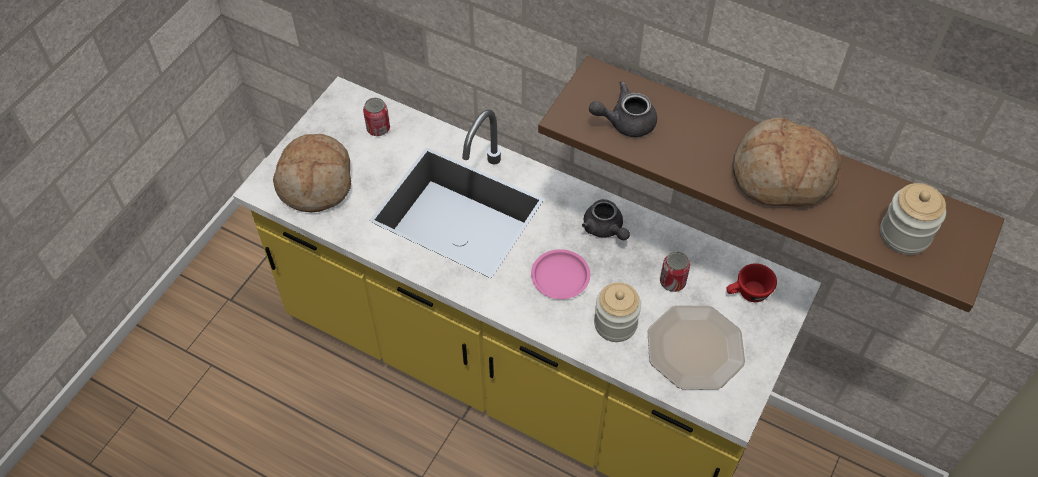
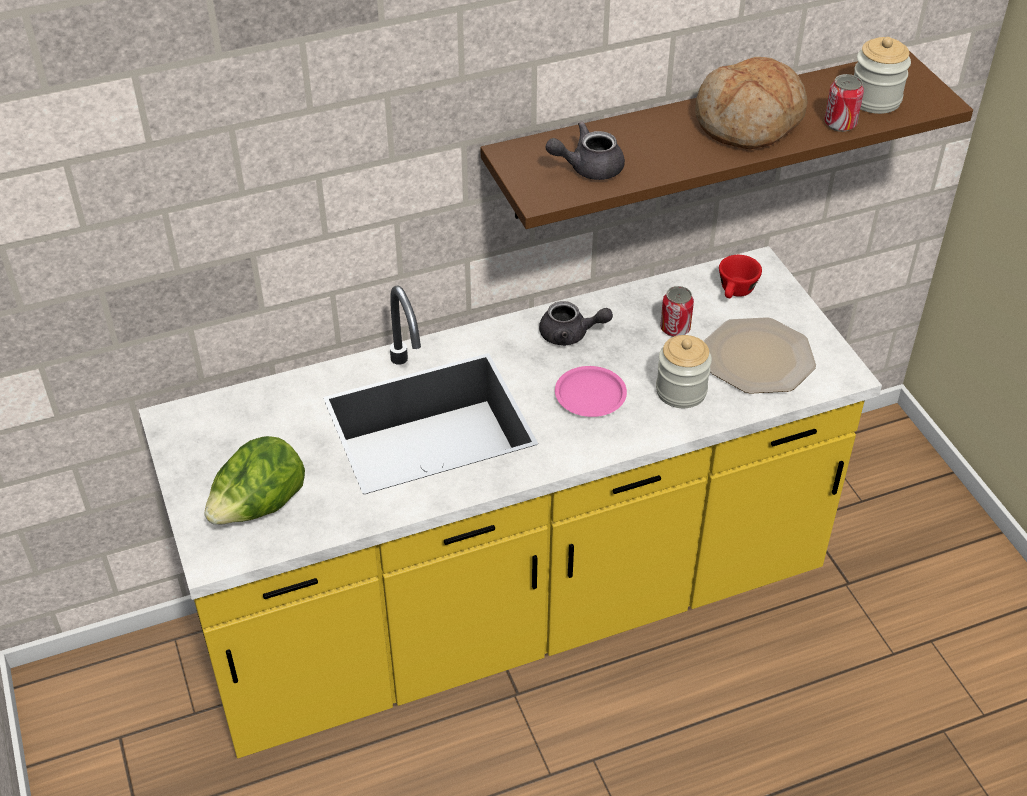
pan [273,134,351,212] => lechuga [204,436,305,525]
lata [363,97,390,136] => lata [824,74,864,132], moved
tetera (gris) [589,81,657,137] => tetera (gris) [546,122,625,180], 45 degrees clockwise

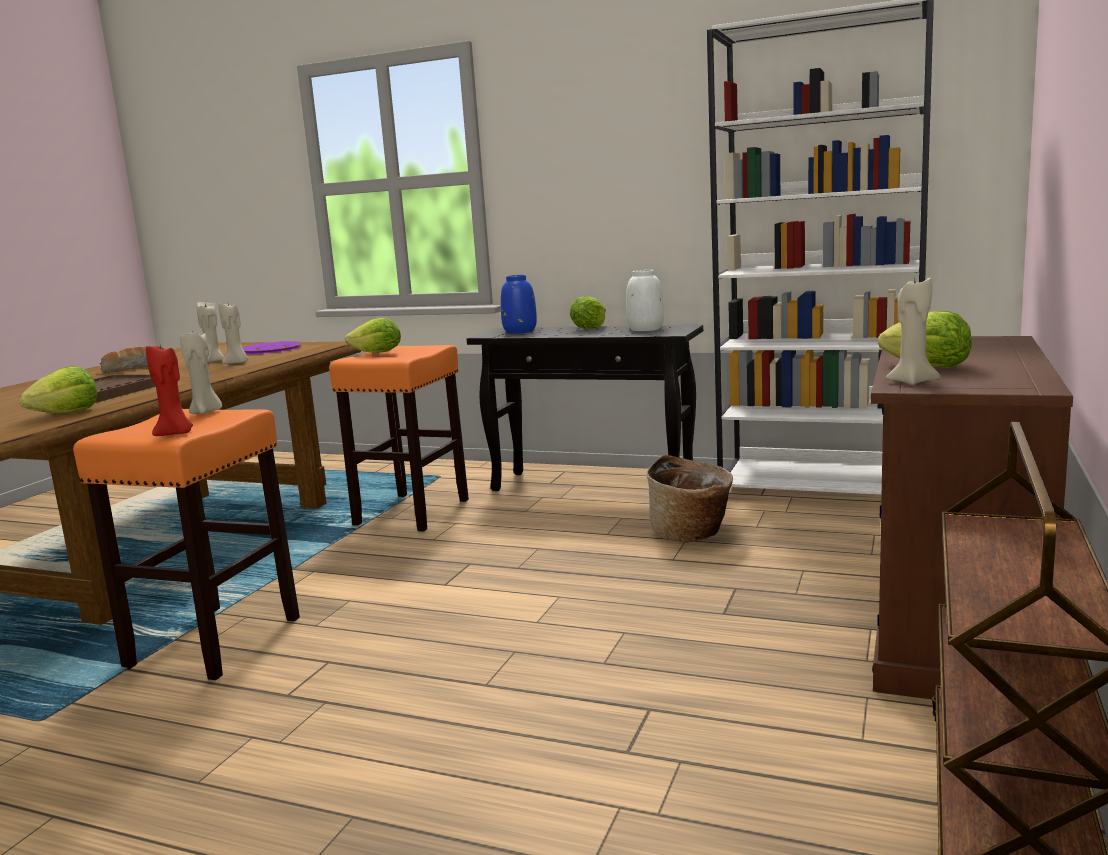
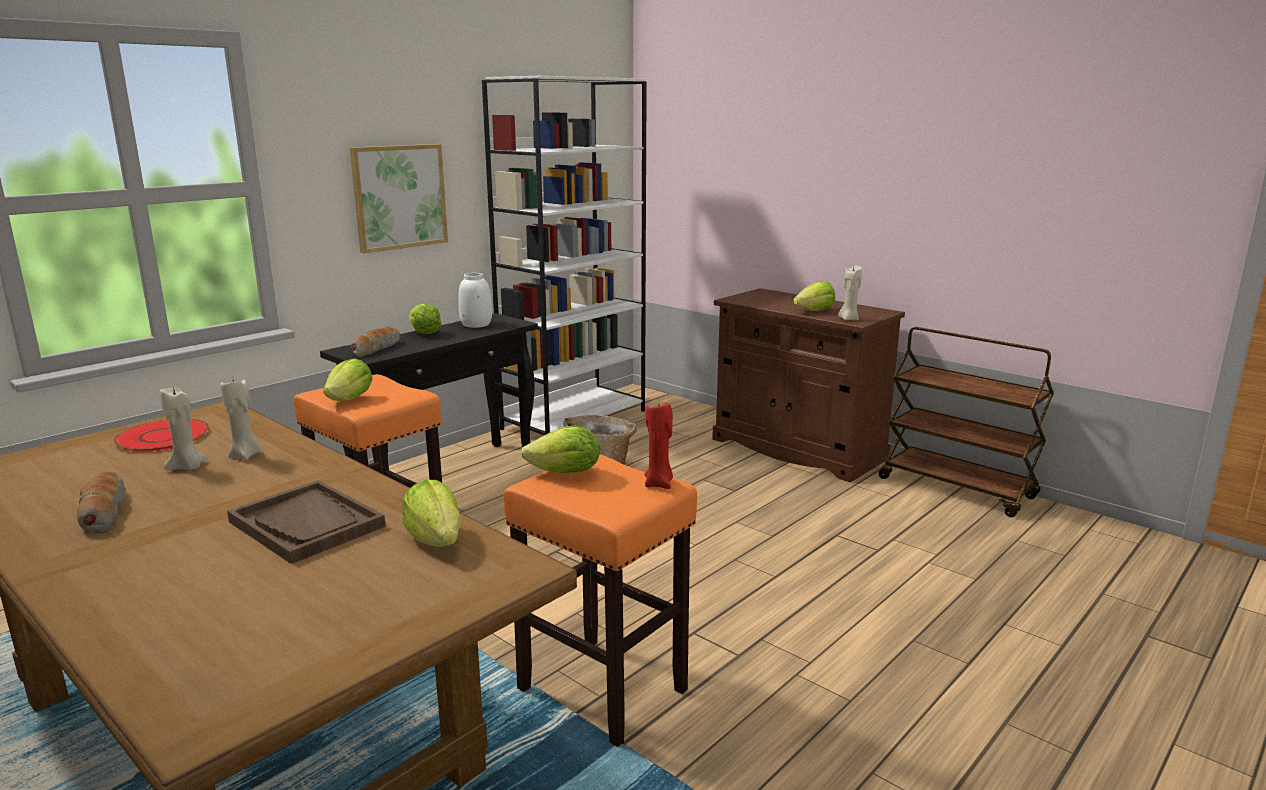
vela (beis) [180,332,222,414] => lechuga [521,426,600,474]
plato (morado) [242,341,302,354] => plato (rojo) [114,419,209,452]
florero (azul) [500,275,537,334] => pan [351,327,400,357]
nothing => cuadro [350,144,448,254]

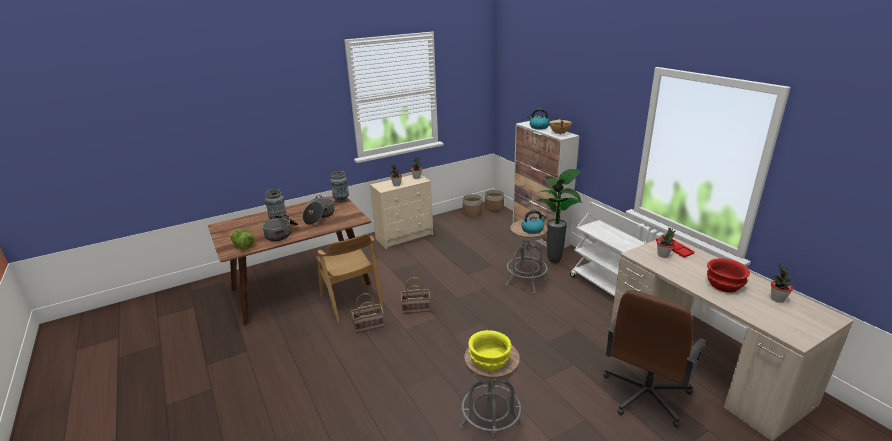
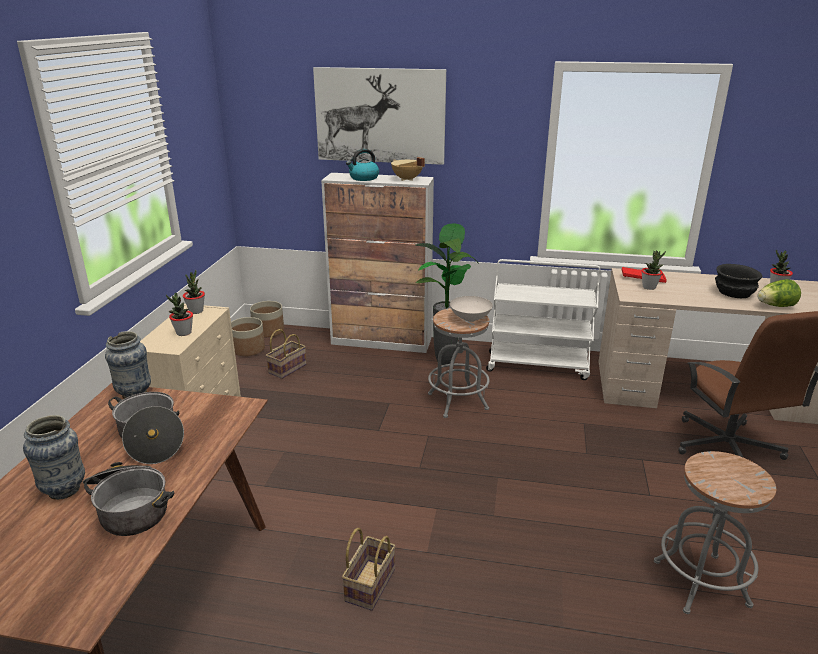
lechuga [231,229,255,250] => lechuga [757,279,801,307], moved
silla (marrón) [316,234,383,323] => nothing
cesta [401,277,430,314] => cesta [266,329,307,379], moved
cuenco (amarillo) [468,330,511,371] => nothing
hervidor [521,210,547,234] => cuenco (blanco) [450,296,493,322]
cuenco (rojo) [707,258,750,293] => cuenco (negro) [715,264,762,298]
nothing => cuadro [313,67,446,165]

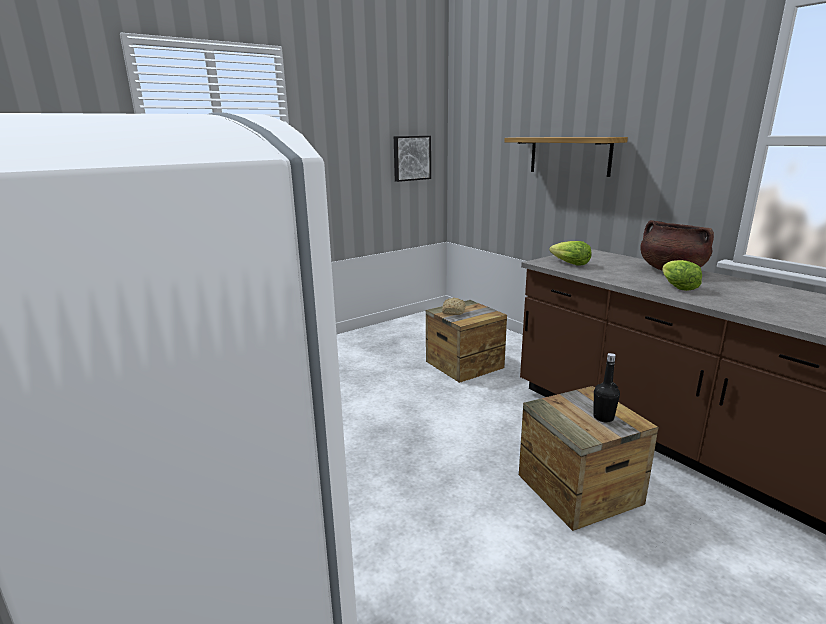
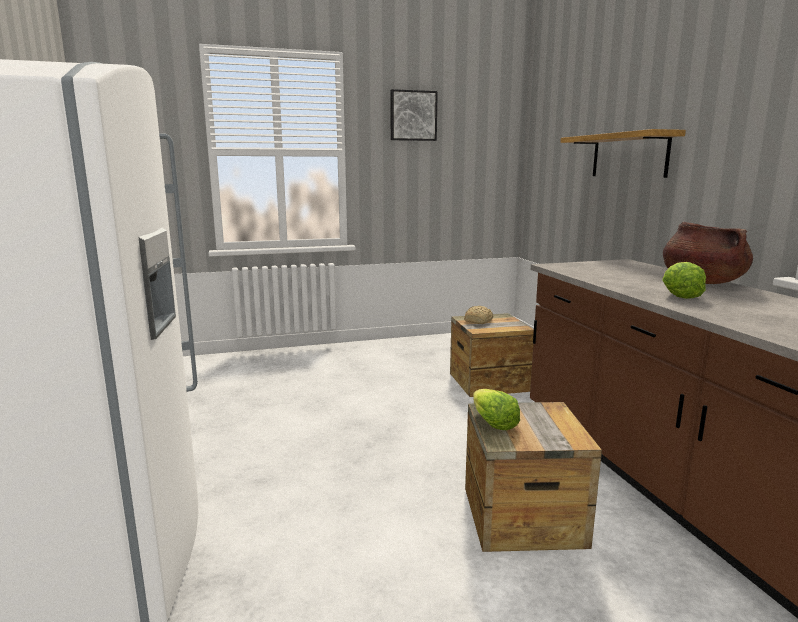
cuadro [394,136,431,182] => cuadro [390,89,438,141], moved
lechuga [549,241,591,266] => lechuga [473,389,520,430], moved
botella (negro) [593,353,620,422] => nothing

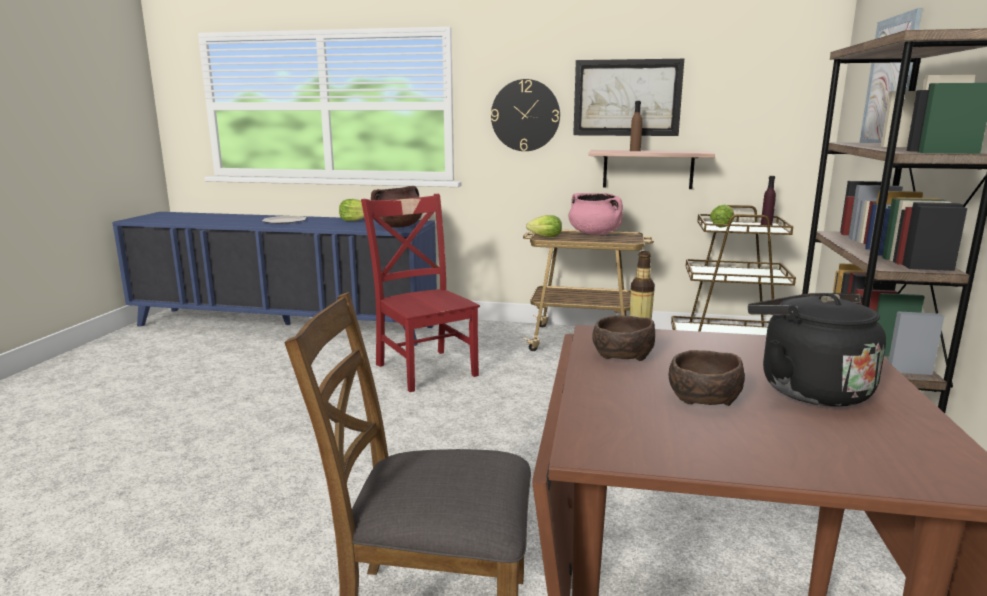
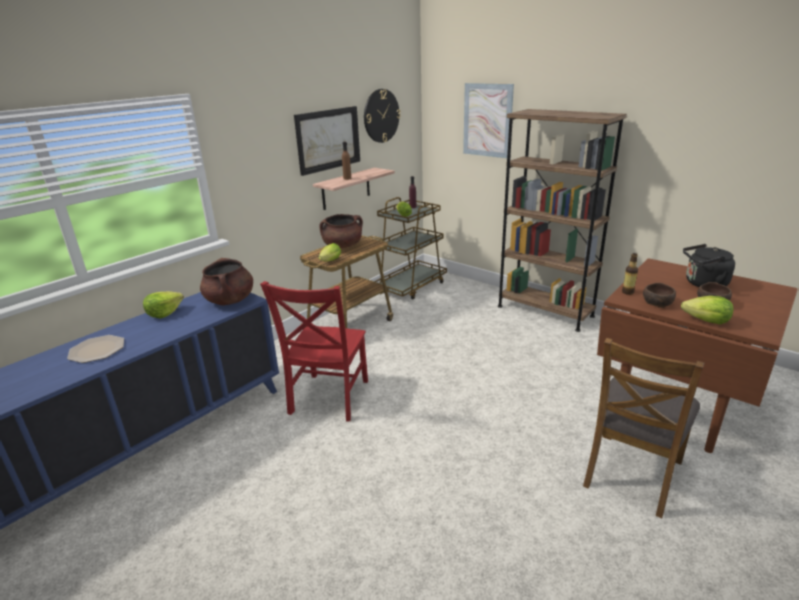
silla (rojo) [361,194,480,392] => silla (rojo) [260,281,368,422], 75 degrees counterclockwise
reloj de pared [491,79,560,151] => reloj de pared [364,89,401,143], moved
olla (rosa) [569,193,623,235] => olla (marrón) [319,214,363,248]
nothing => lechuga [681,296,733,324]

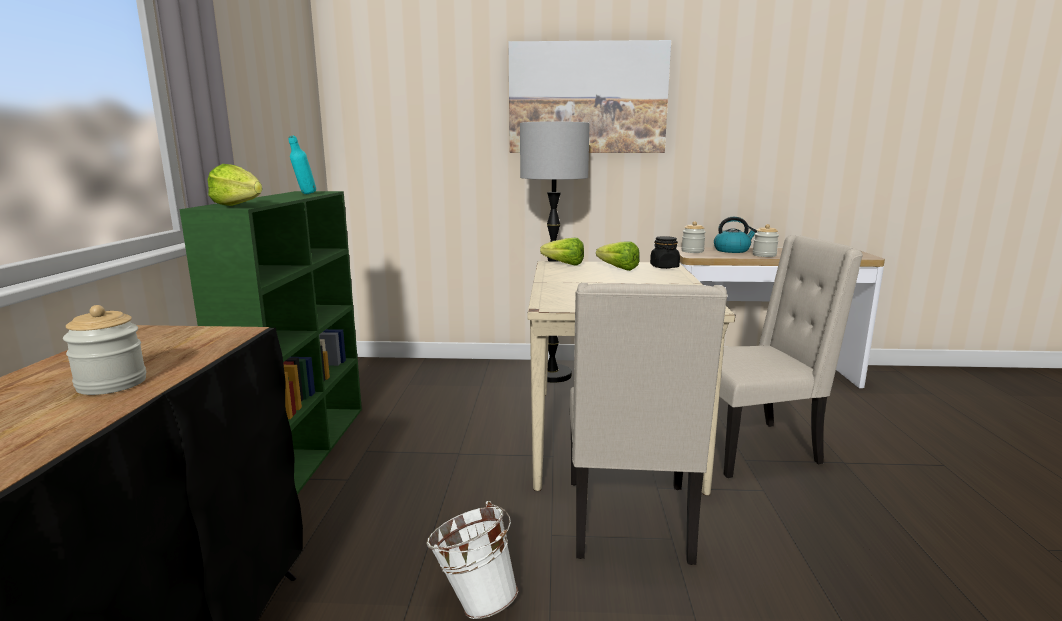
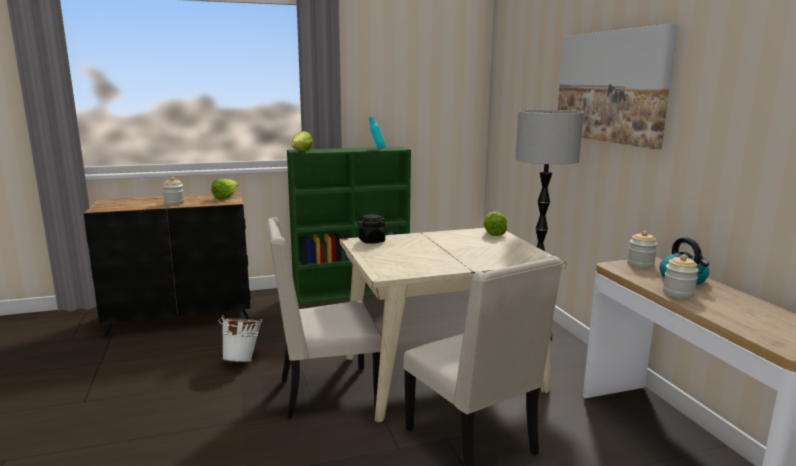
lechuga [596,241,640,271] => lechuga [211,179,238,200], moved
tarro (negro) [650,236,680,269] => tarro (negro) [357,214,386,244], moved

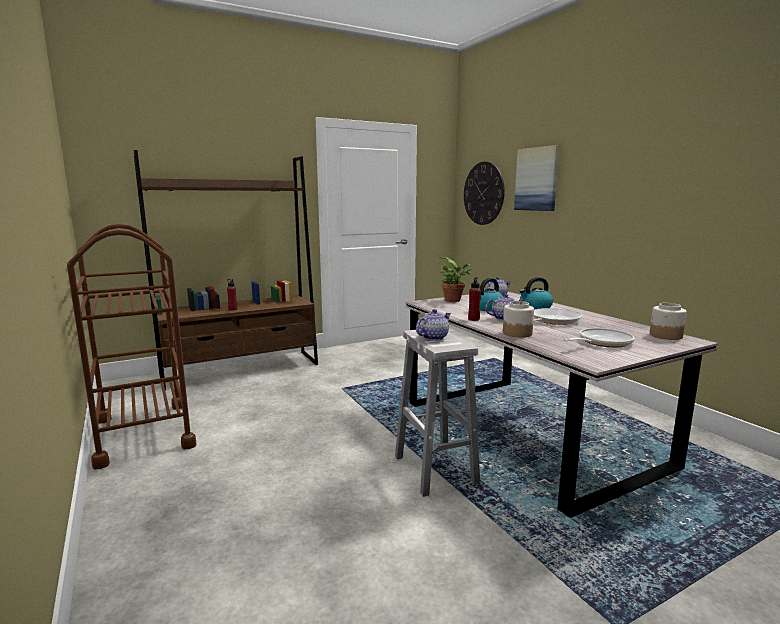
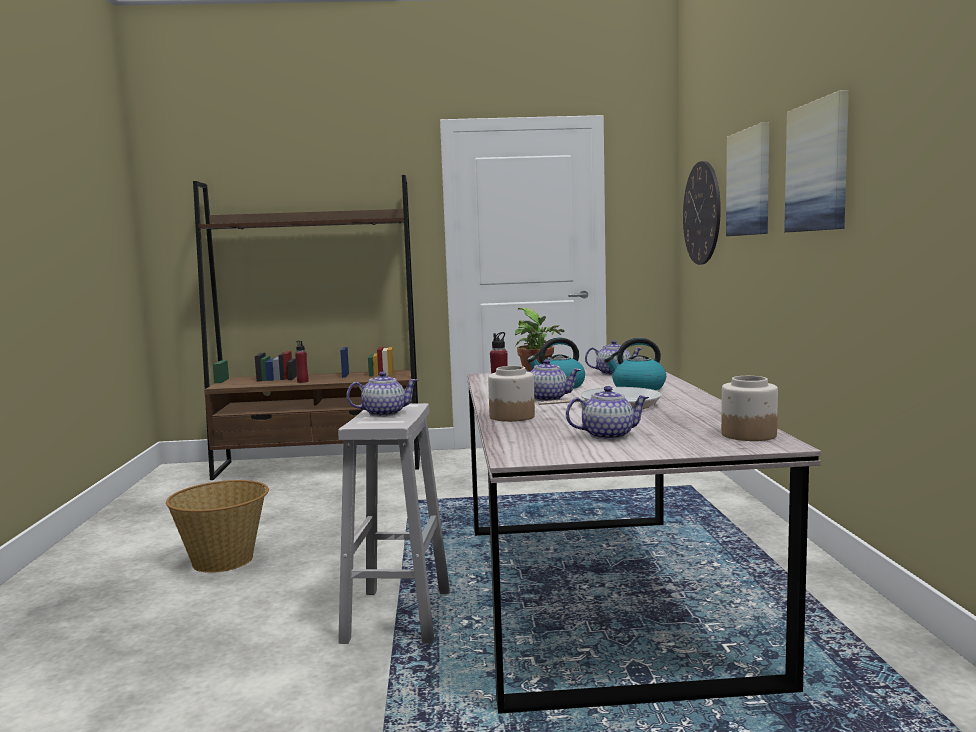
carrito (marrón) [67,224,197,470] => nothing
sartén [563,328,635,347] => tetera [566,386,649,440]
nothing => cesta [166,480,269,573]
nothing => cuadro [784,90,849,232]

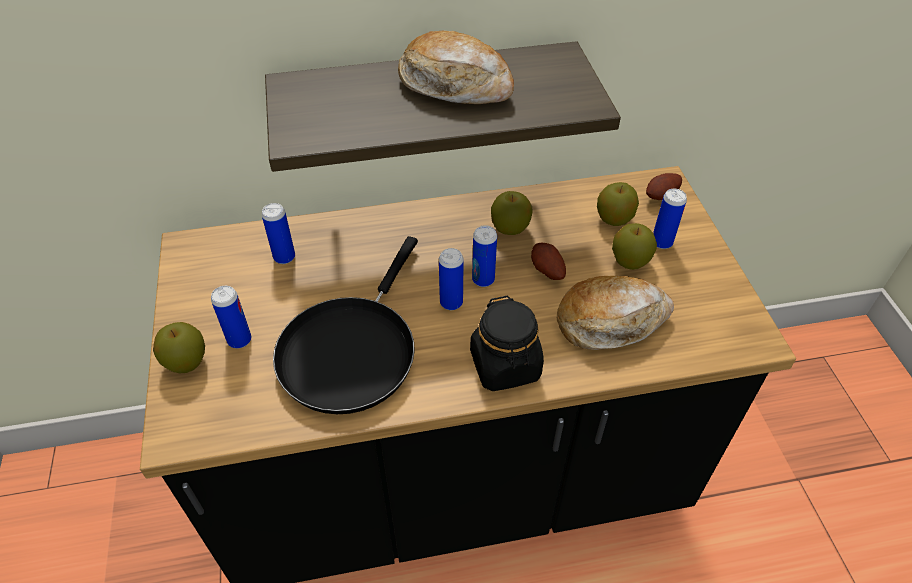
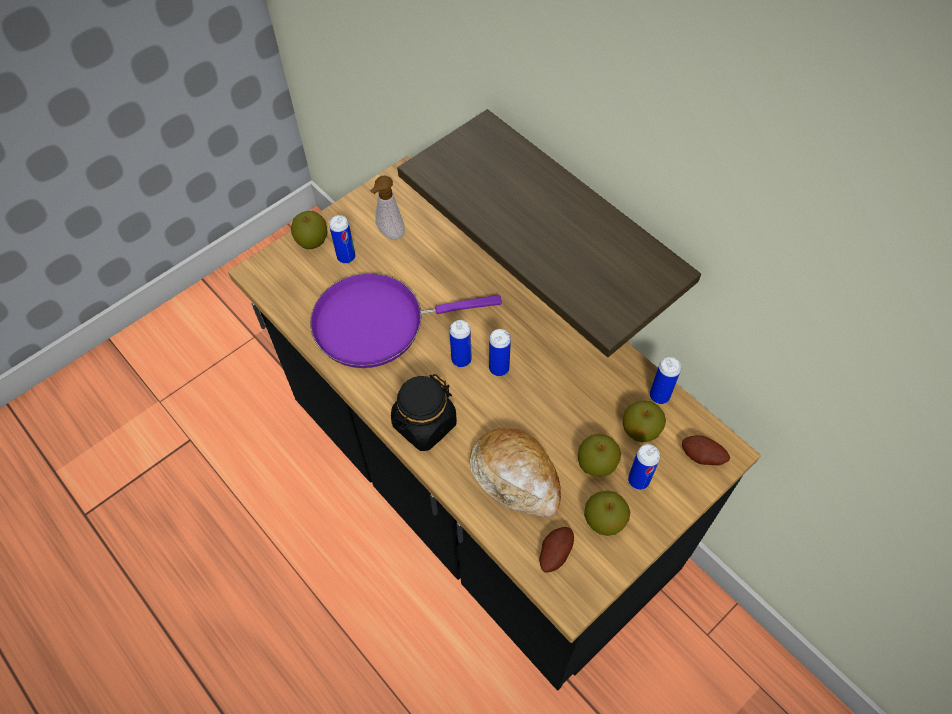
lata [262,203,295,264] => lata [650,357,681,404], moved
sartén (negro) [273,236,418,414] => sartén (morado) [310,273,502,368]
pan [398,30,514,104] => nothing
manzana [491,191,533,235] => manzana [584,491,630,536], moved
patata [531,243,566,280] => patata [539,527,574,573], moved
nothing => dispensador de jabón [370,176,405,240]

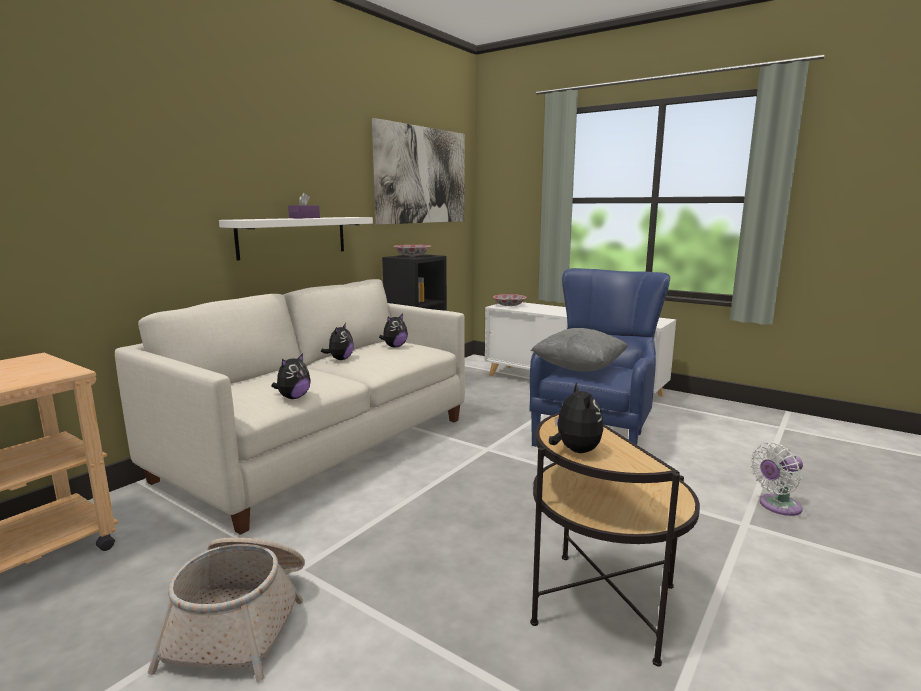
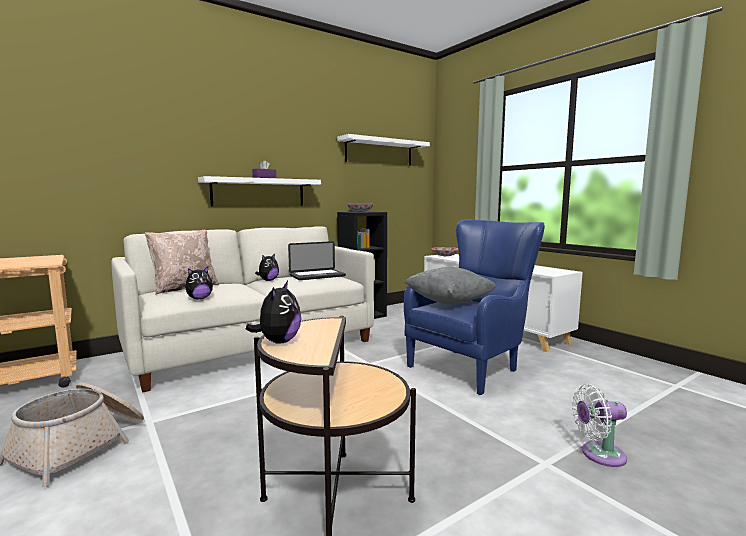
cuadro [372,118,465,225] => estante (blanco) [337,134,430,166]
peluche [379,314,408,347] => portátil [288,241,346,280]
nothing => cojín (beis) [145,230,219,295]

